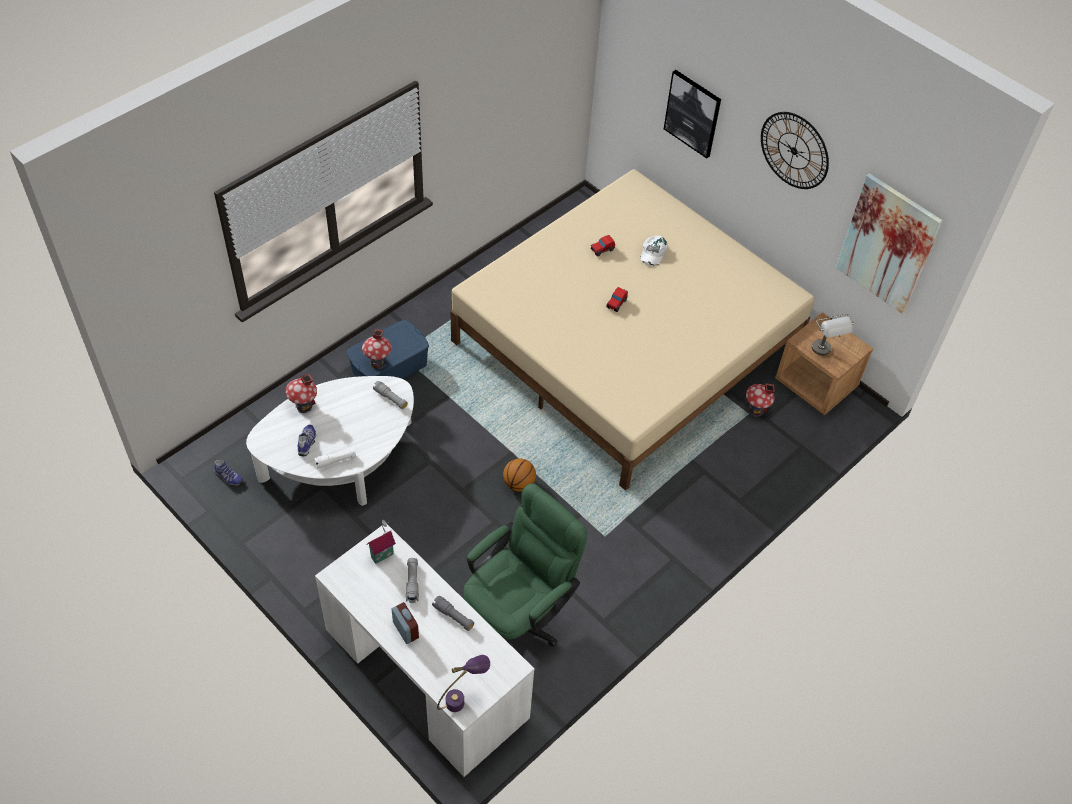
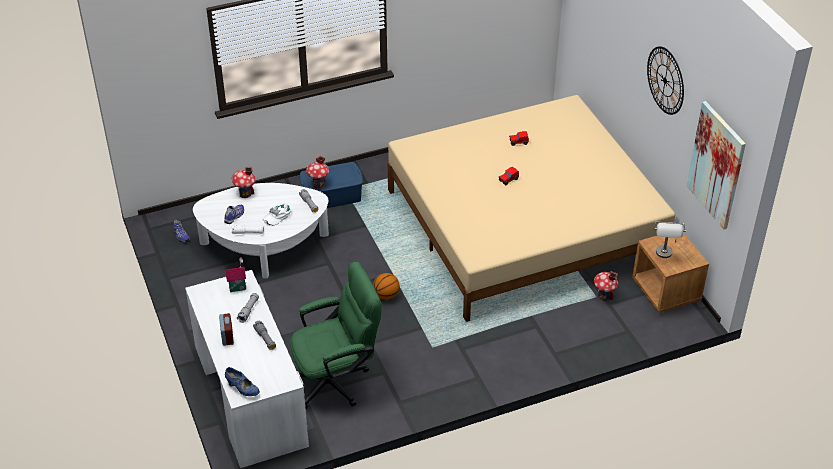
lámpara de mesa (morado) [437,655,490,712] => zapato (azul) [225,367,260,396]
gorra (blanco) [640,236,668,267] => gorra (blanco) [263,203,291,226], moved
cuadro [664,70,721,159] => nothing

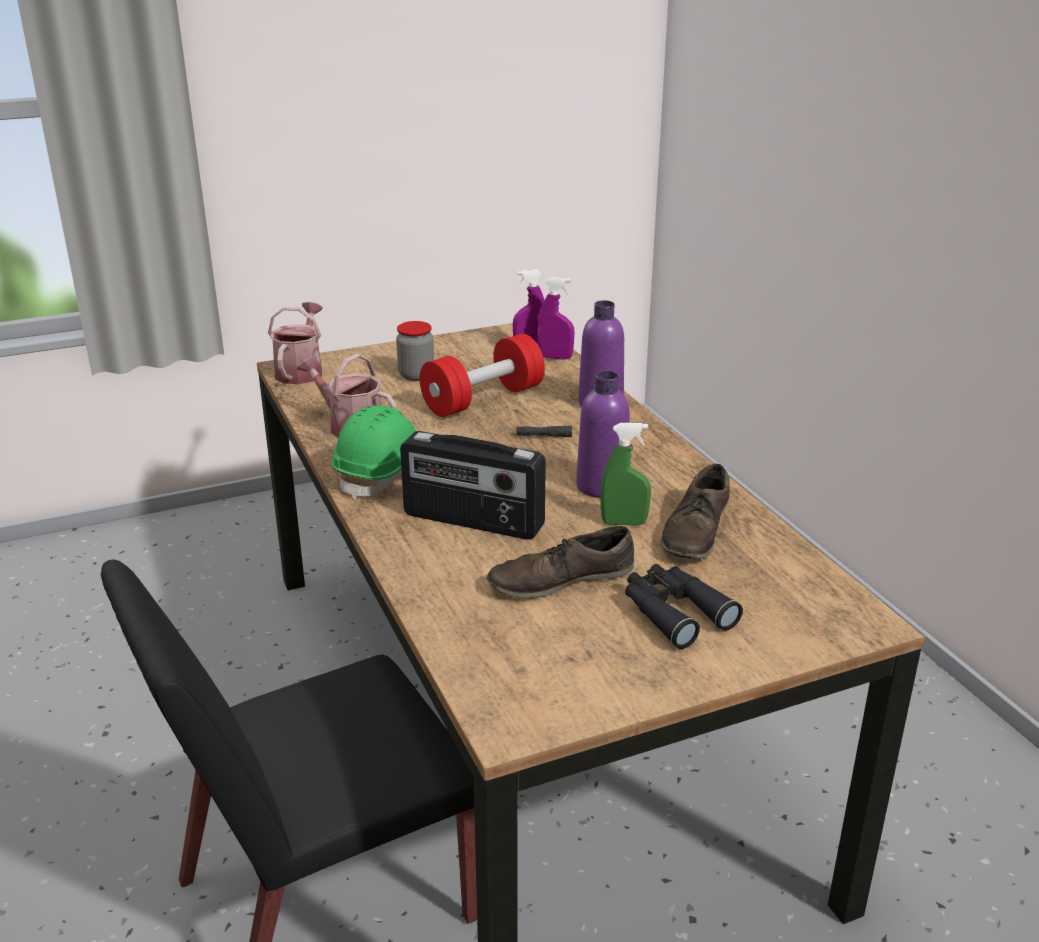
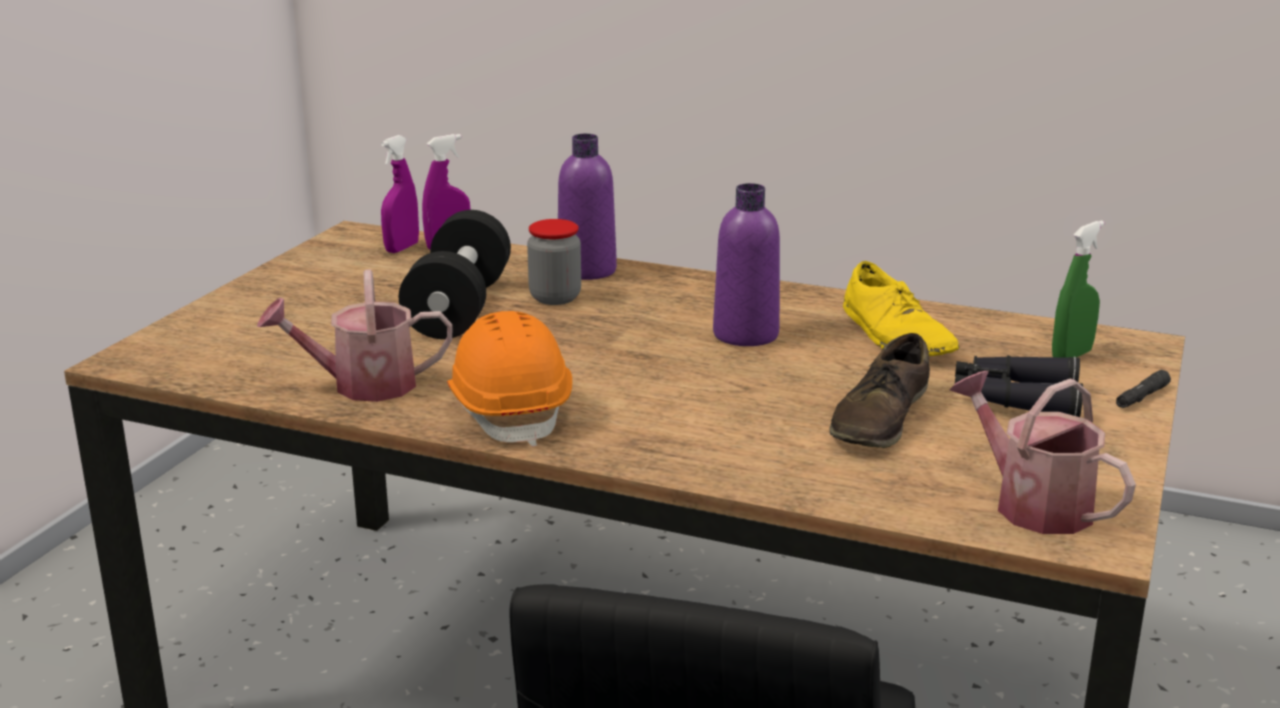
regadera [268,302,323,384] => regadera [950,371,1136,534], moved
casco (verde) [332,405,415,500] => casco (naranja) [447,311,572,447]
tarro [396,321,434,381] => tarro [527,219,581,305], moved
radio [400,431,546,540] => nothing
mancuerna (rojo) [420,334,545,417] => mancuerna (negro) [399,210,511,339]
linterna (negro) [517,426,572,437] => linterna (negro) [1116,370,1171,408], moved
pulverizador (verde) [600,423,651,526] => pulverizador (verde) [1052,220,1104,358], moved
zapato (marrón) [661,464,730,559] => zapato (amarillo) [843,261,960,356]

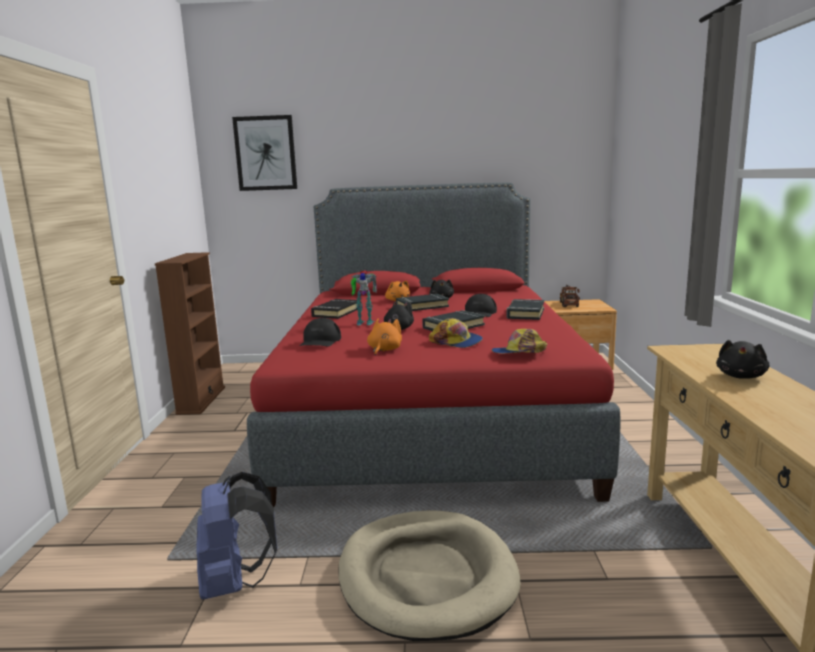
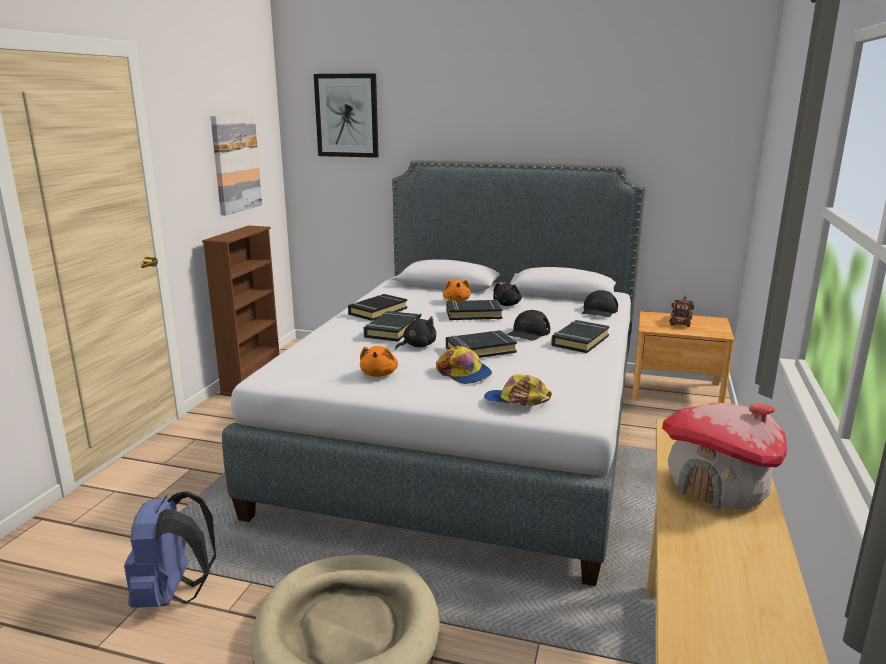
cama (rojo) [247,182,620,507] => cama (gris) [222,160,646,586]
gorra (negro) [300,318,341,346] => gorra (negro) [582,290,618,317], moved
robot de juguete [350,270,377,325] => libro (negro) [364,311,419,342]
peluche (naranja) [367,319,402,355] => peluche (naranja) [360,346,398,377], 150 degrees clockwise
peluche (negro) [716,340,769,379] => casita [662,403,787,509]
nothing => cuadro [211,114,262,216]

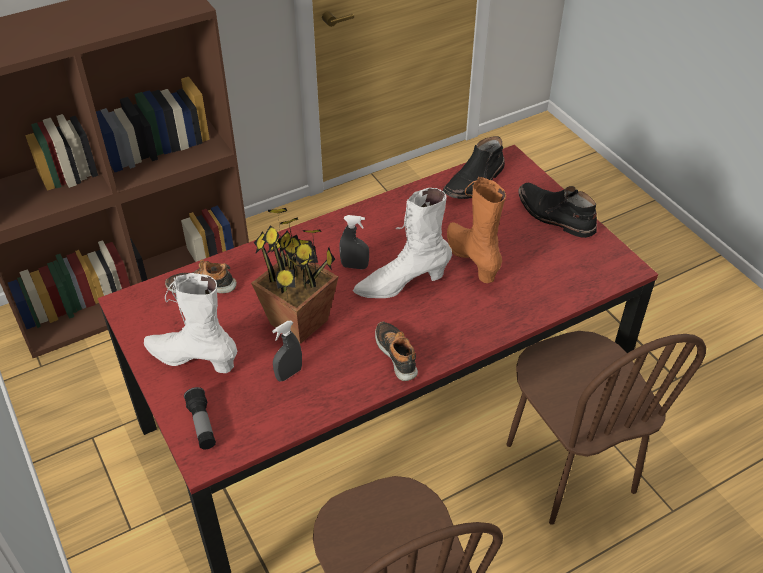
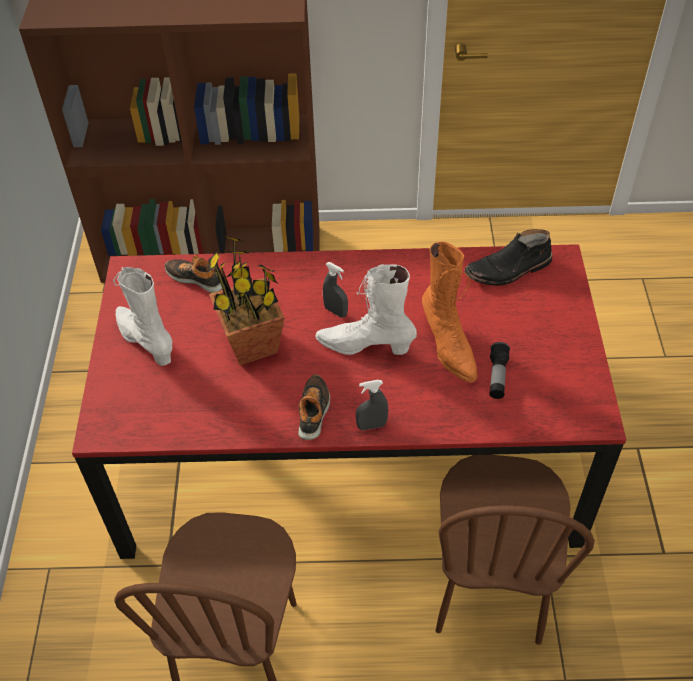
linterna [184,387,216,449] => linterna [489,342,510,399], moved
pulverizador (gris) [272,320,302,381] => pulverizador (gris) [356,380,388,430], moved
bota (naranja) [447,177,506,283] => bota (naranja) [422,241,478,383], 150 degrees clockwise
bota (negro) [518,183,597,238] => nothing

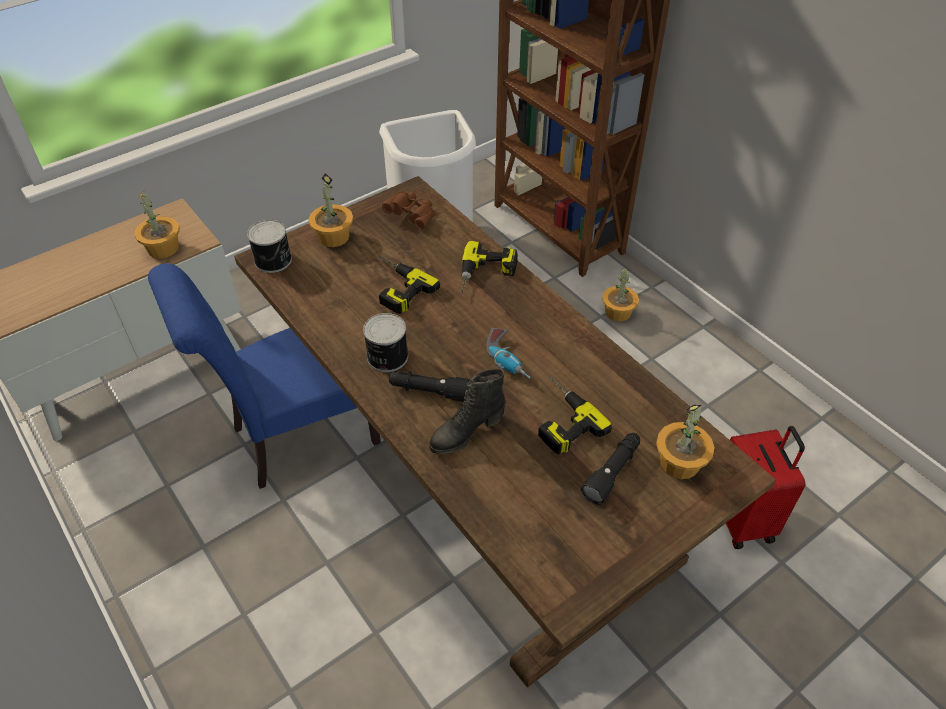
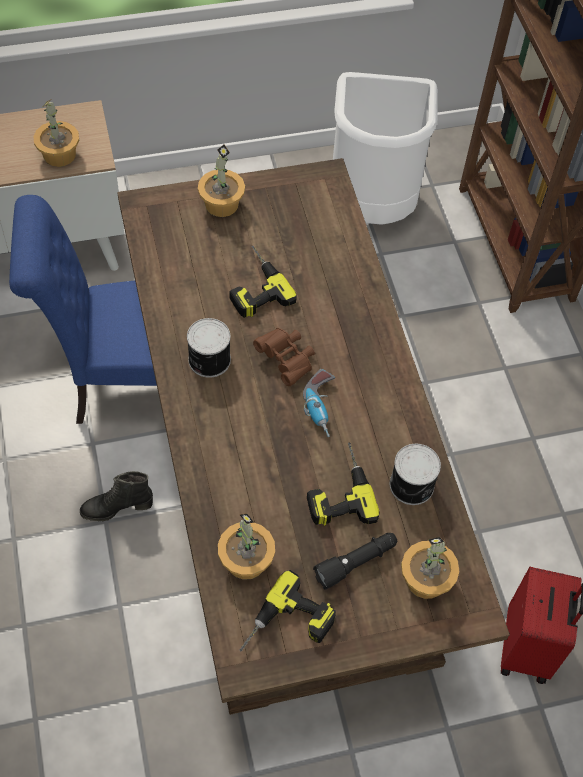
lata [247,220,292,273] => lata [390,444,441,505], moved
prismáticos (marrón) [382,192,435,230] => prismáticos (marrón) [253,328,315,386], moved
linterna (negro) [389,371,470,402] => nothing
bota (negro) [429,369,505,455] => bota (negro) [80,471,153,521], moved
taladro [461,241,518,294] => taladro [239,570,336,651], moved
planta en maceta [602,268,639,322] => planta en maceta [218,513,275,580], moved

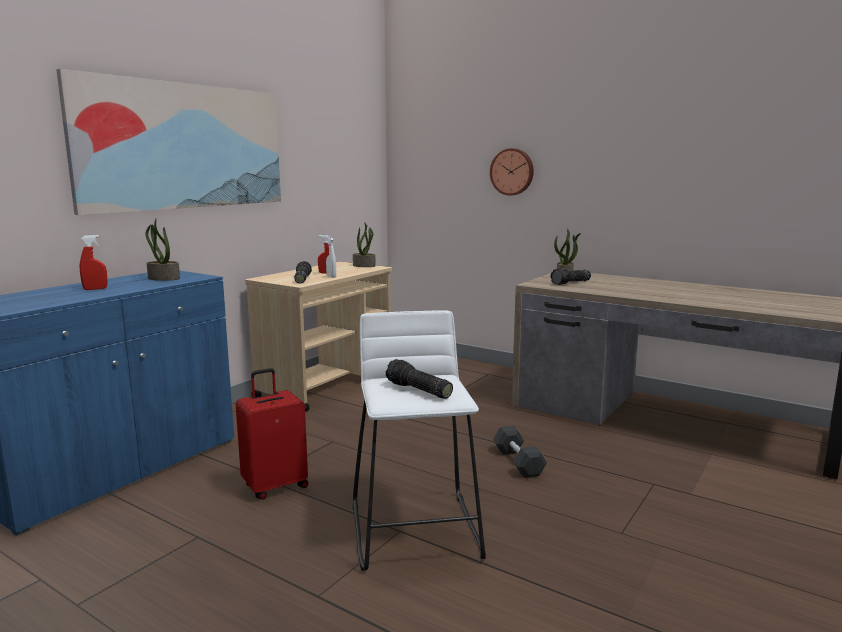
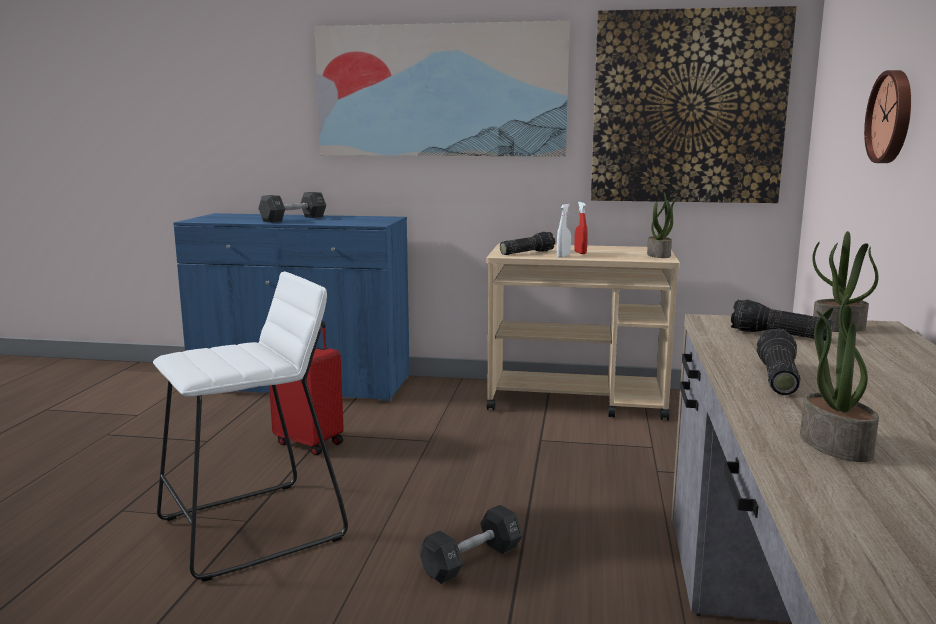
pulverizador (rojo) [80,235,107,290] => mancuerna (negro) [258,192,326,223]
planta en maceta [145,218,180,281] => planta en maceta [800,294,879,462], moved
linterna [386,359,453,399] => linterna [757,329,800,395], moved
nothing => cuadro [591,6,797,203]

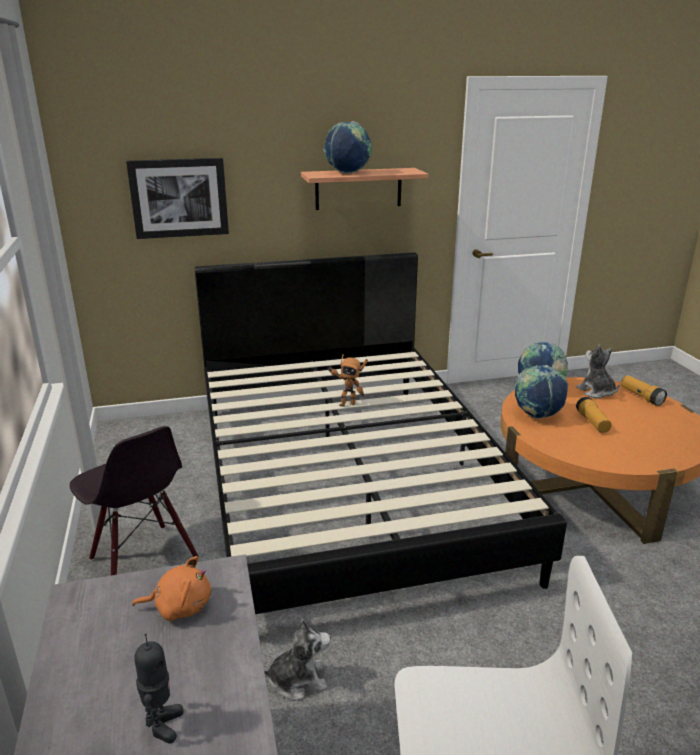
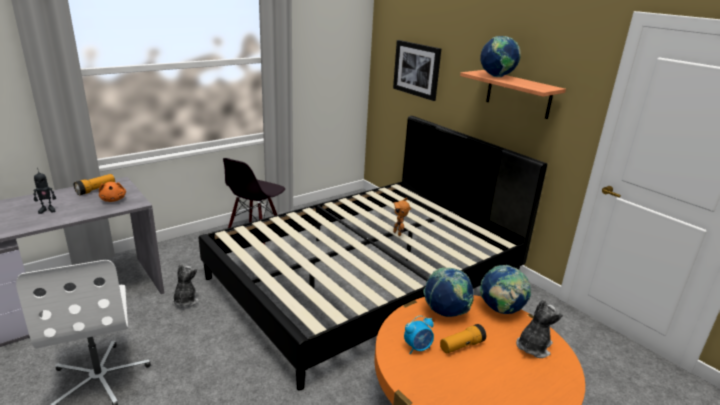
peluche [265,619,331,700] => peluche [172,264,199,307], 150 degrees counterclockwise
linterna [621,375,667,406] => linterna [74,174,115,195], moved
nothing => despertador [404,316,434,354]

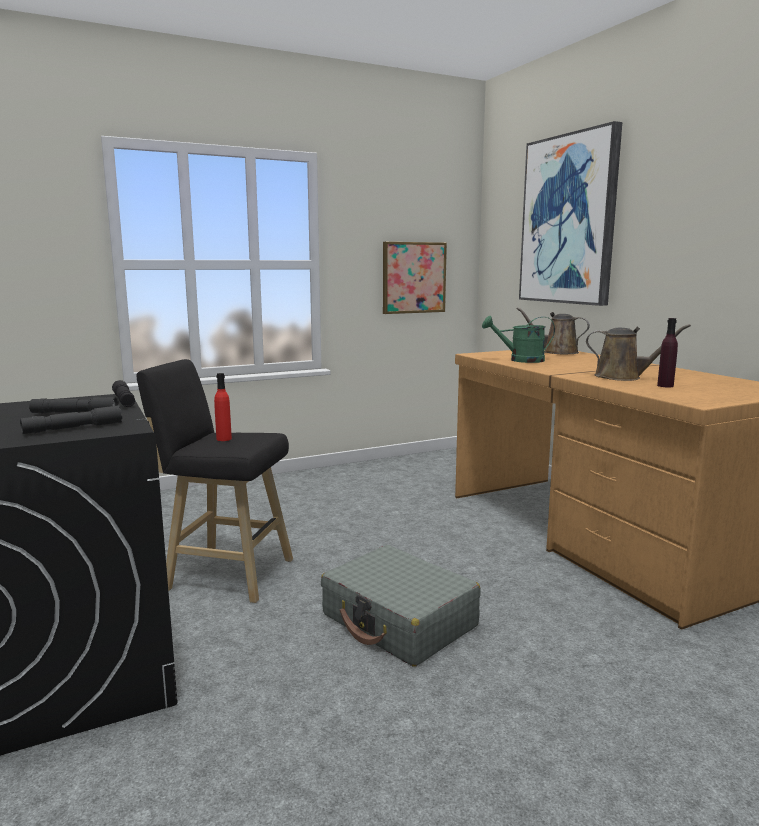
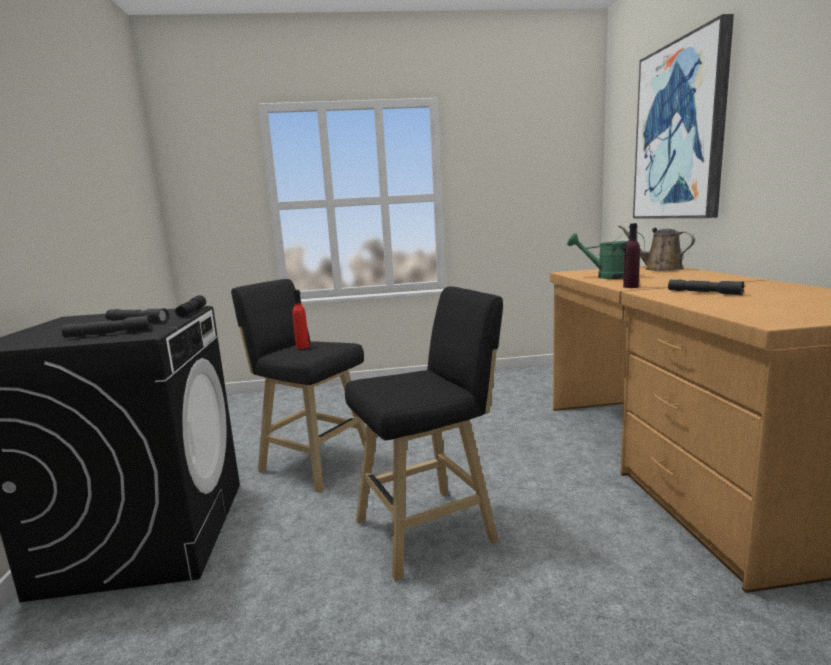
maleta (gris) [321,545,481,667] => taburete (negro) [345,287,503,582]
cuadro [383,242,447,314] => nothing
regadera (marrón) [586,324,691,381] => linterna (gris) [668,279,745,295]
botella (morado) [657,318,678,388] => botella (morado) [623,223,640,288], moved

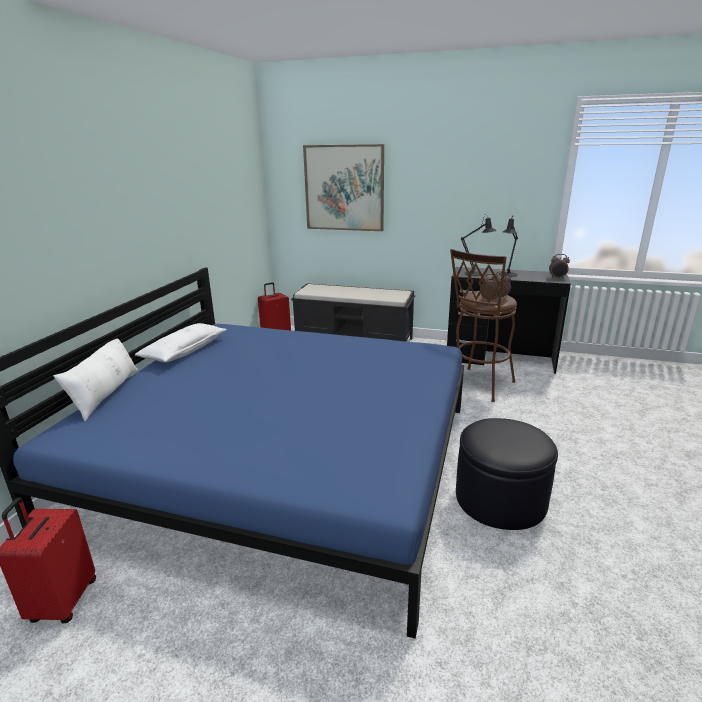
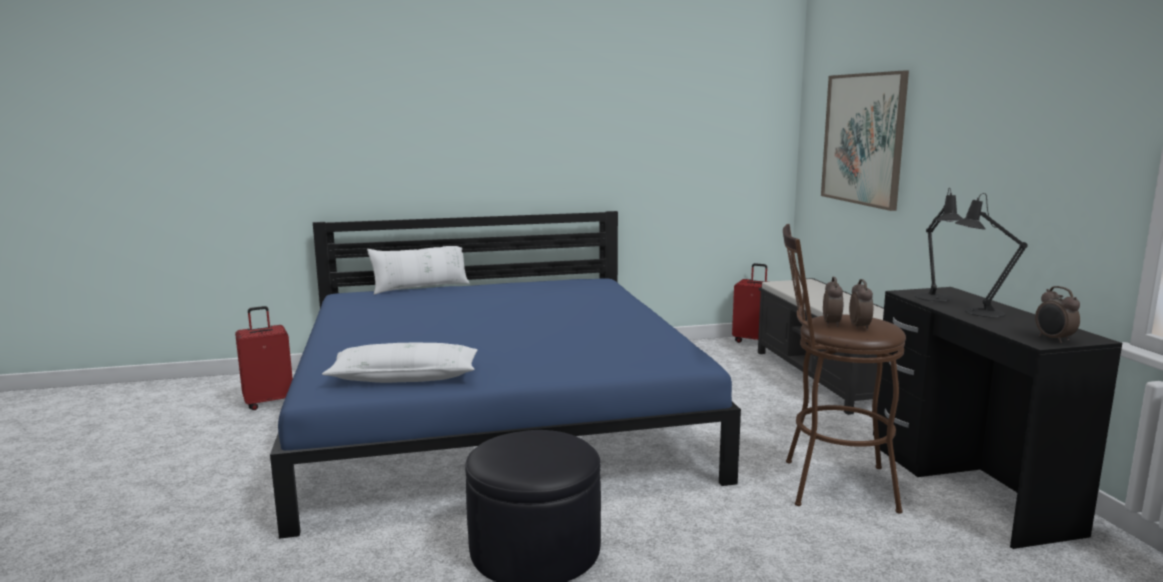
cojín (blanco) [135,323,227,362] => cojín (blanco) [322,343,478,383], moved

